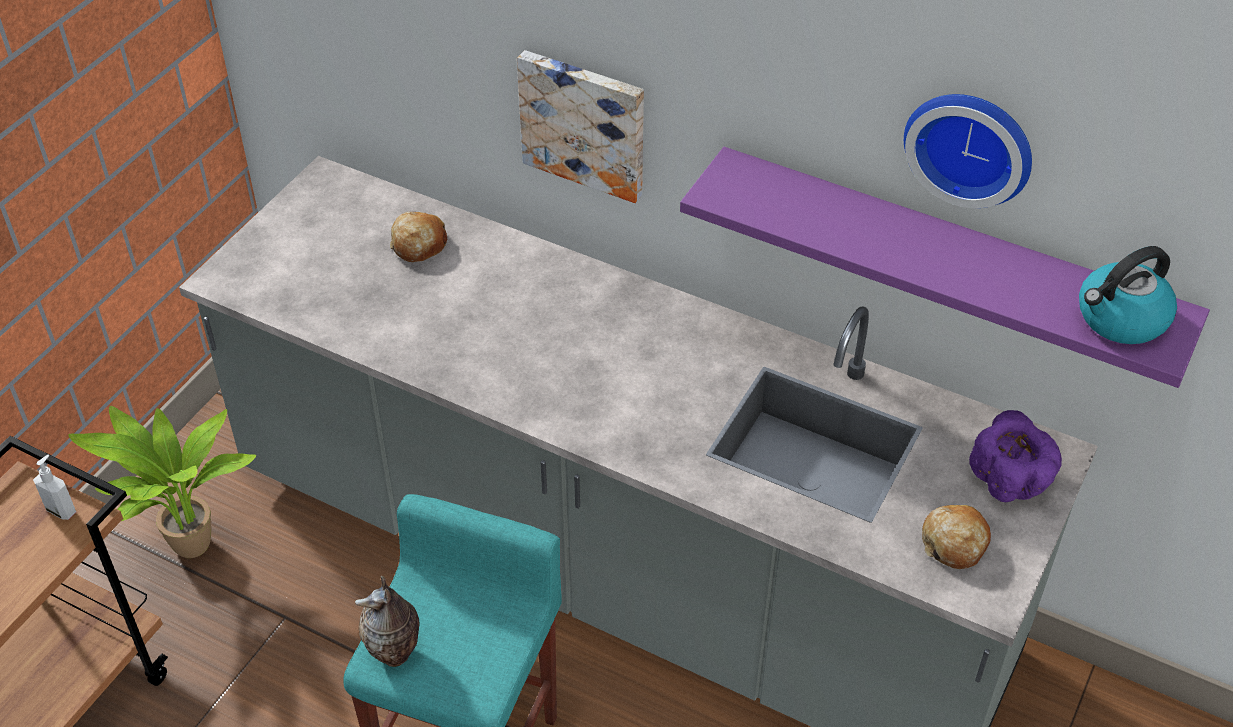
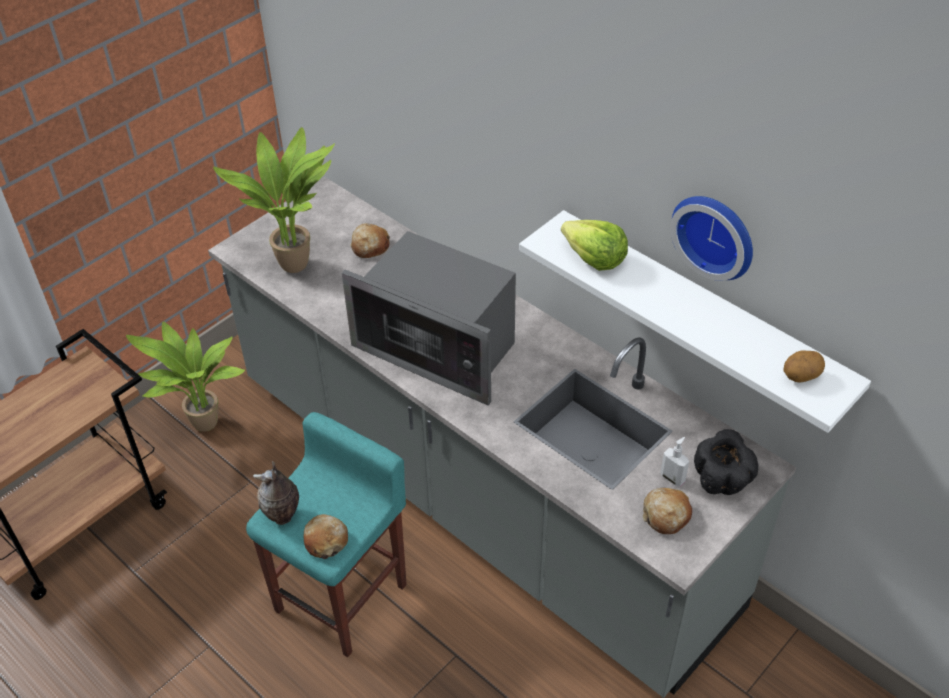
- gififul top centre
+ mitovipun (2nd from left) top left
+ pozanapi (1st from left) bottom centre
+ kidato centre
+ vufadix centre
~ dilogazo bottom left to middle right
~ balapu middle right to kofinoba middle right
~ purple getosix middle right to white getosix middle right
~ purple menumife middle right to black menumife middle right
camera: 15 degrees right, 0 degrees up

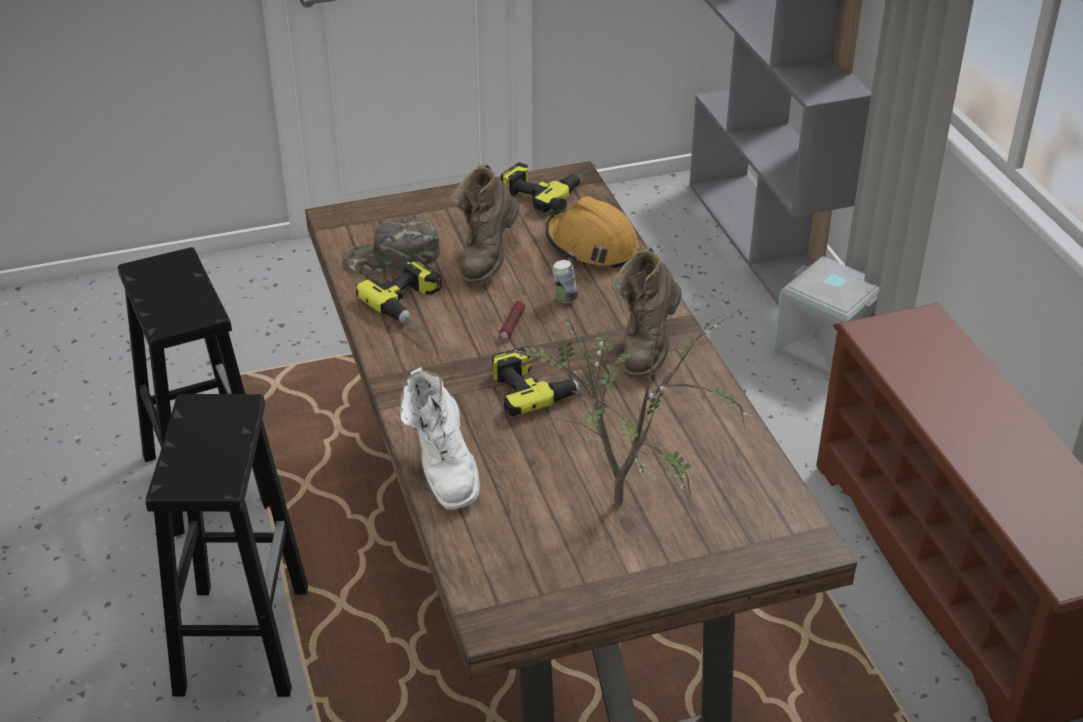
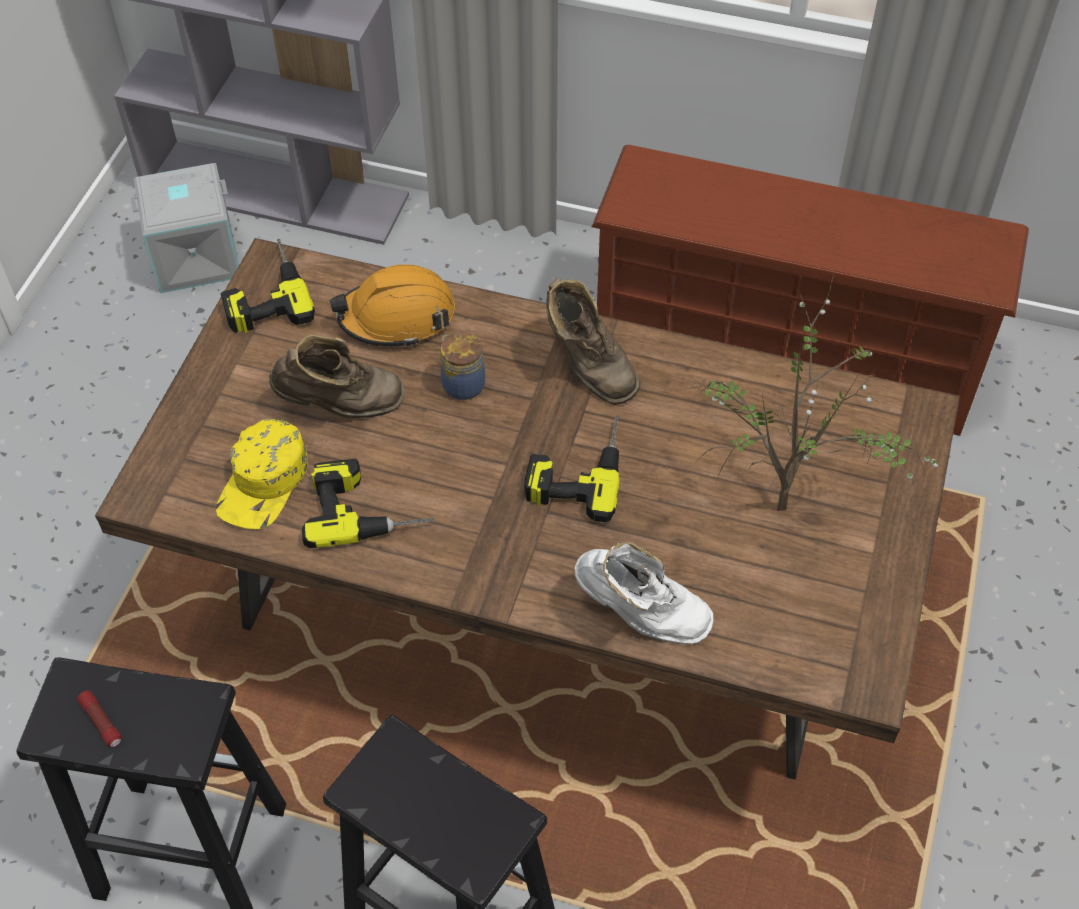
~ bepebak centre to bottom left
~ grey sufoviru middle right to top left
~ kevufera centre to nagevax centre
~ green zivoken centre to yellow zivoken middle left
~ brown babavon (1st from left) top centre = middle left 60 degrees counterclockwise
camera: 55 degrees left, 15 degrees up

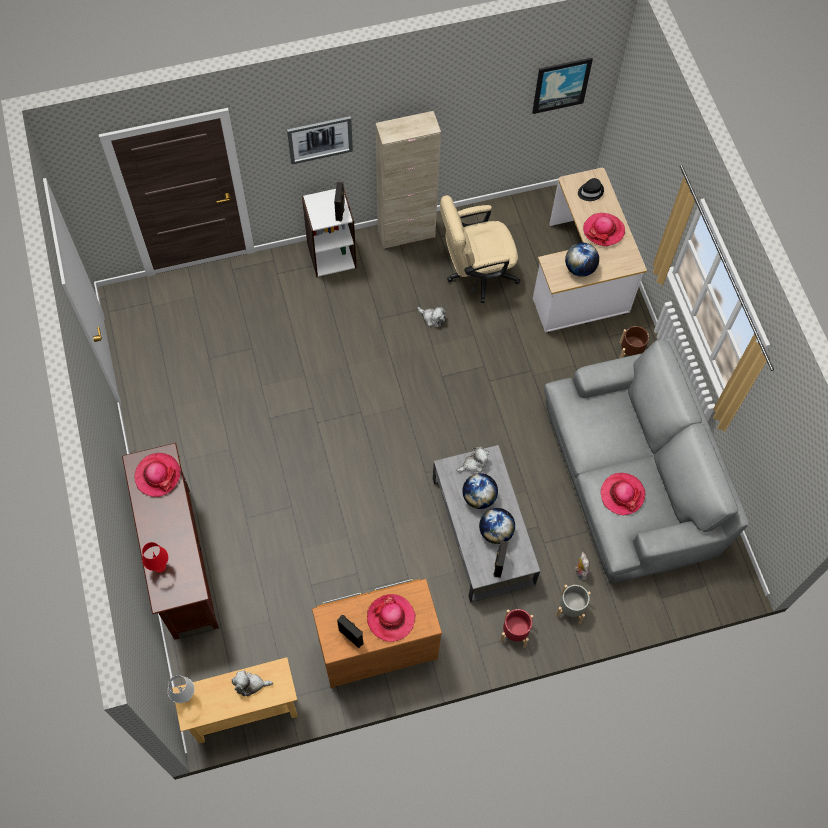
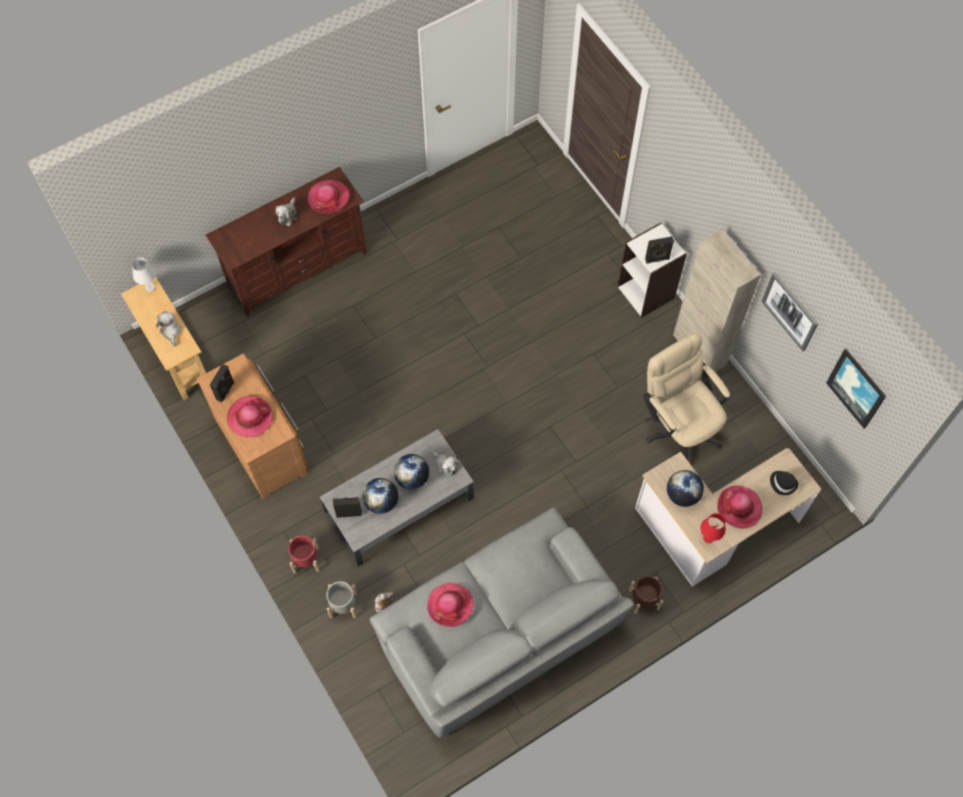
~ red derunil bottom left to middle right
~ gififul (1st from left) top centre to middle right
~ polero (2nd from left) centre to top left
camera: 75 degrees right, 0 degrees up

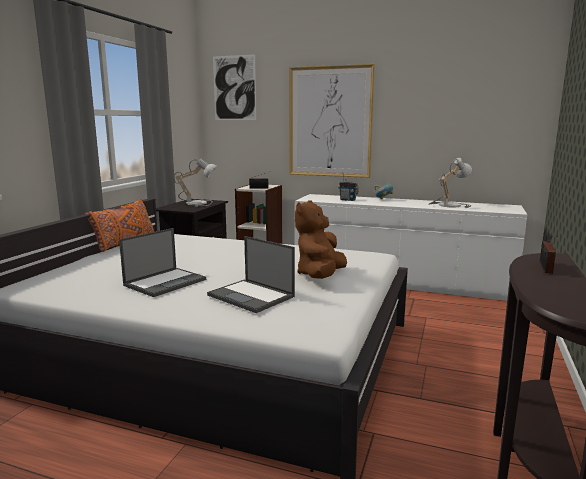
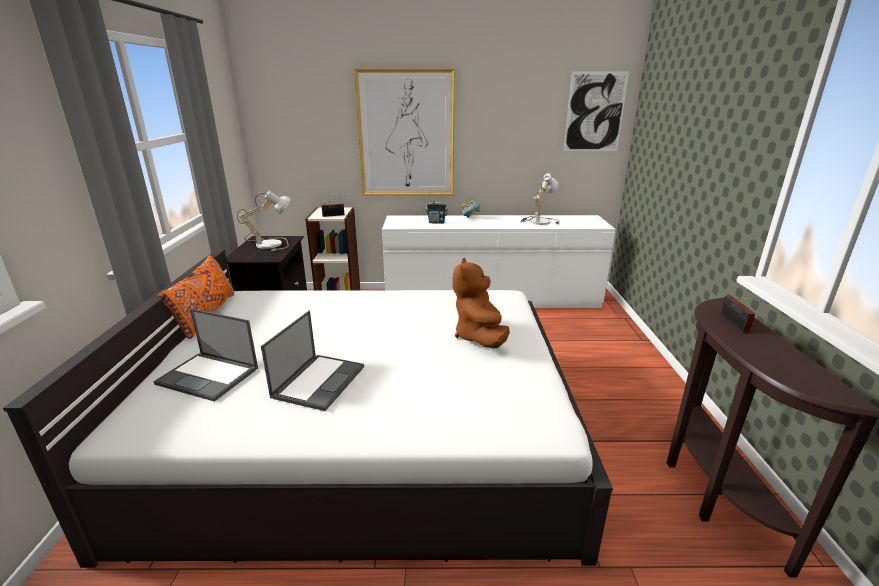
~ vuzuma (2nd from left in the first image) centre to vuzuma (1st from left) middle left
~ gififul (1st from left in the first image) top centre to gififul (2nd from left) top right
camera: 20 degrees left, 10 degrees up

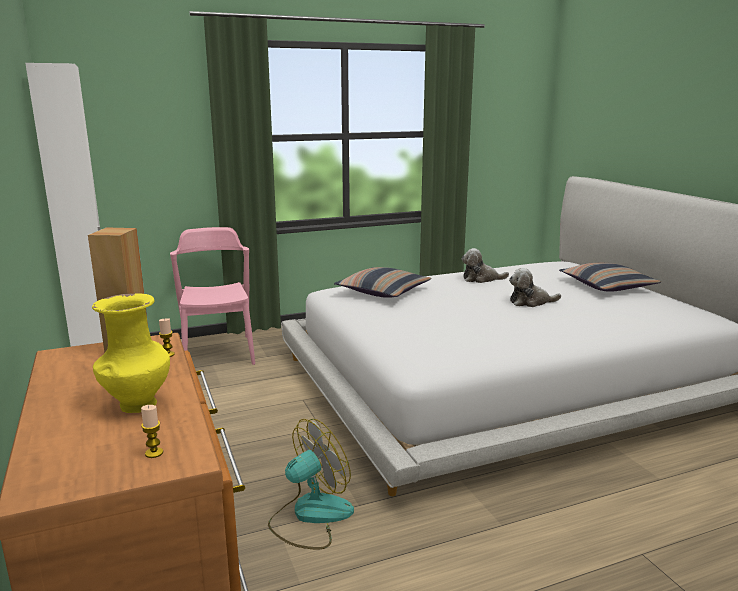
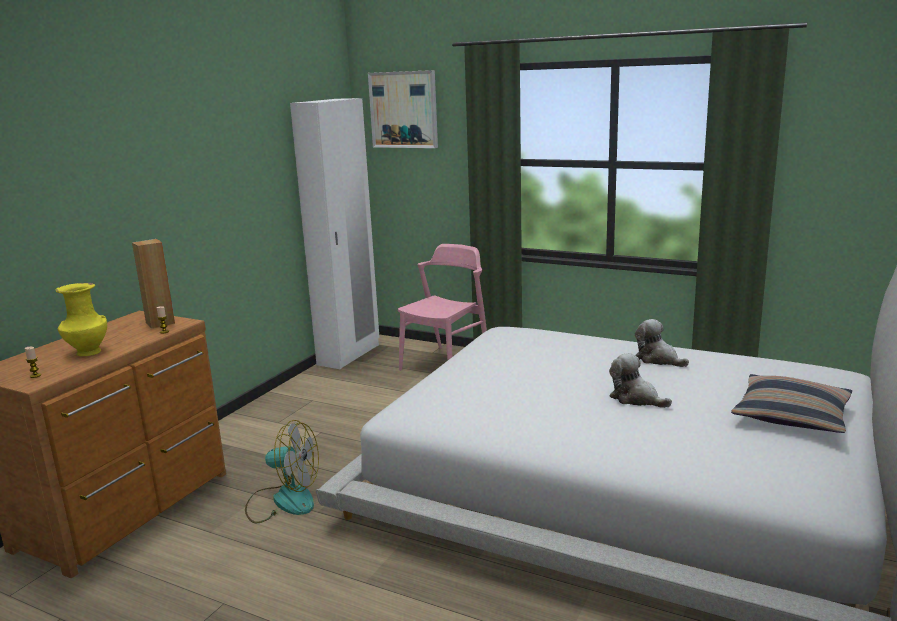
- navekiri (1st from left) centre
+ gififul top centre
camera: 50 degrees right, 0 degrees up

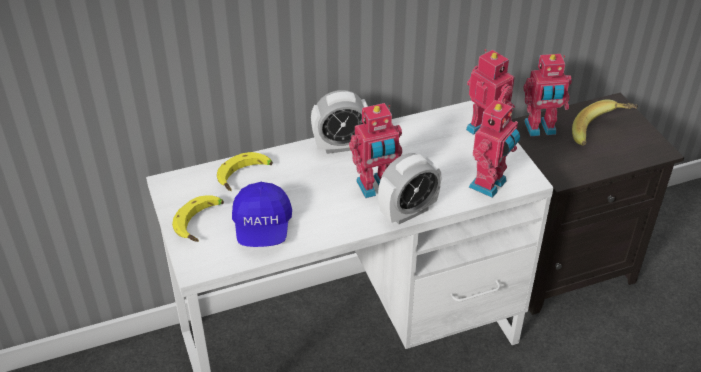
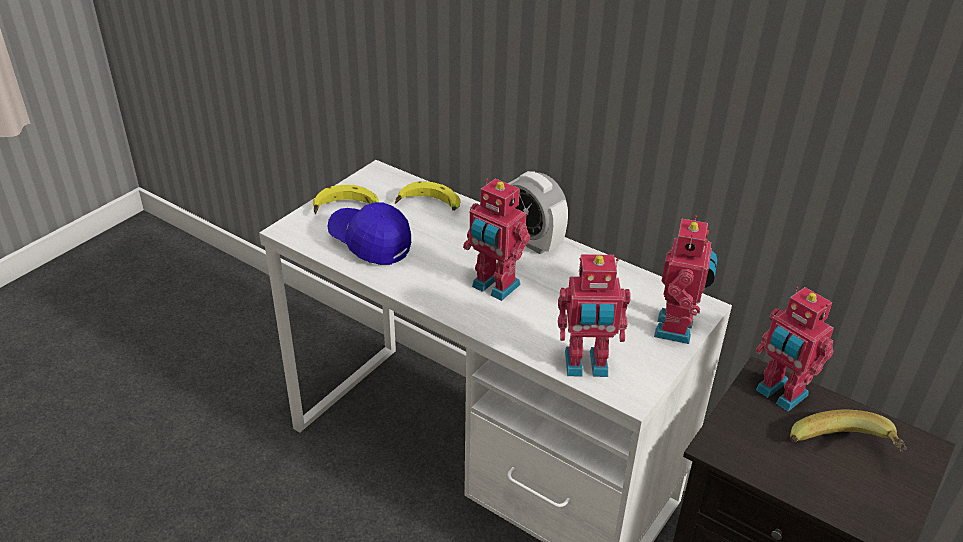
- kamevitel (2nd from left) centre
~ blue zivoken centre = centre 75 degrees clockwise
camera: 55 degrees right, 5 degrees down

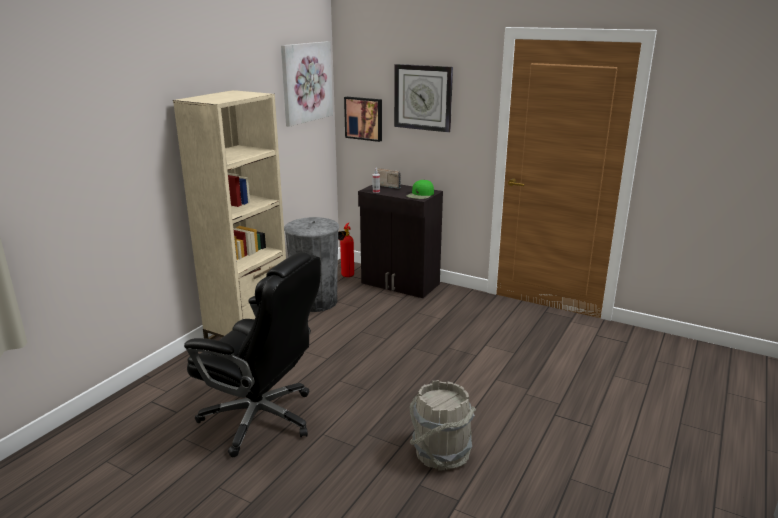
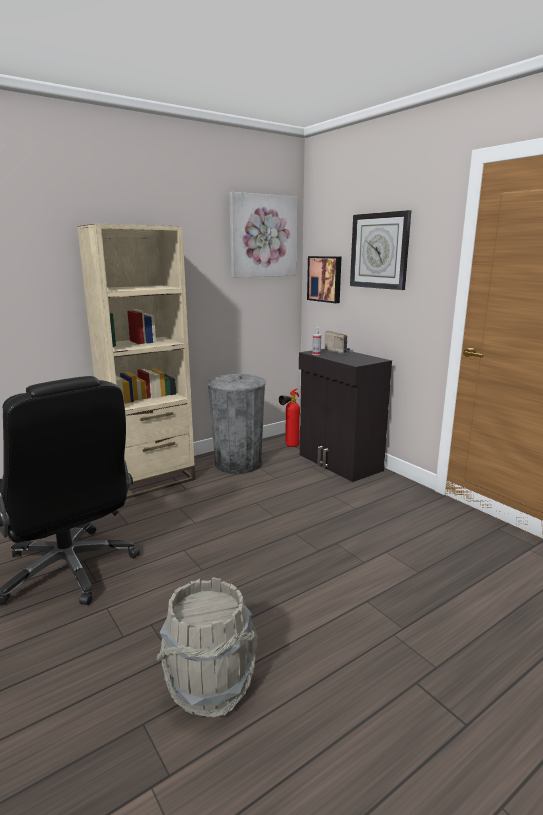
- green zivoken centre
camera: 25 degrees right, 5 degrees down

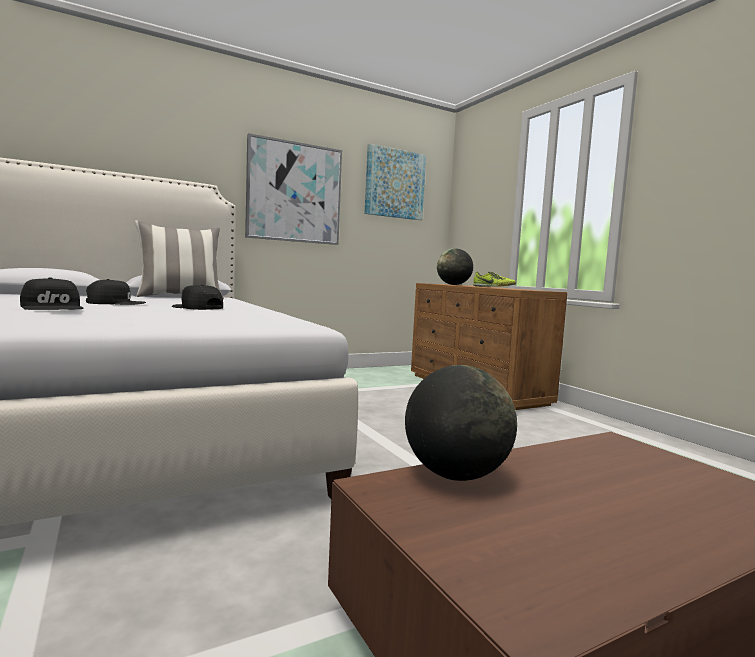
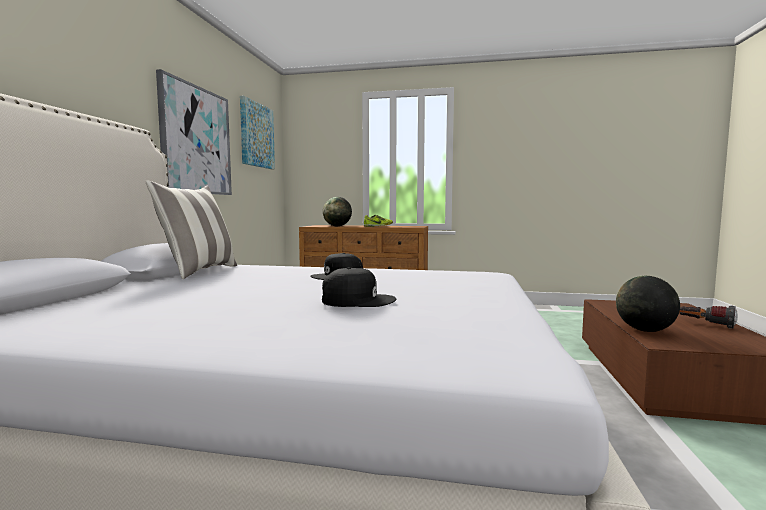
- black zivoken (2nd from left) middle left
+ bepebak middle right
camera: 50 degrees left, 0 degrees up

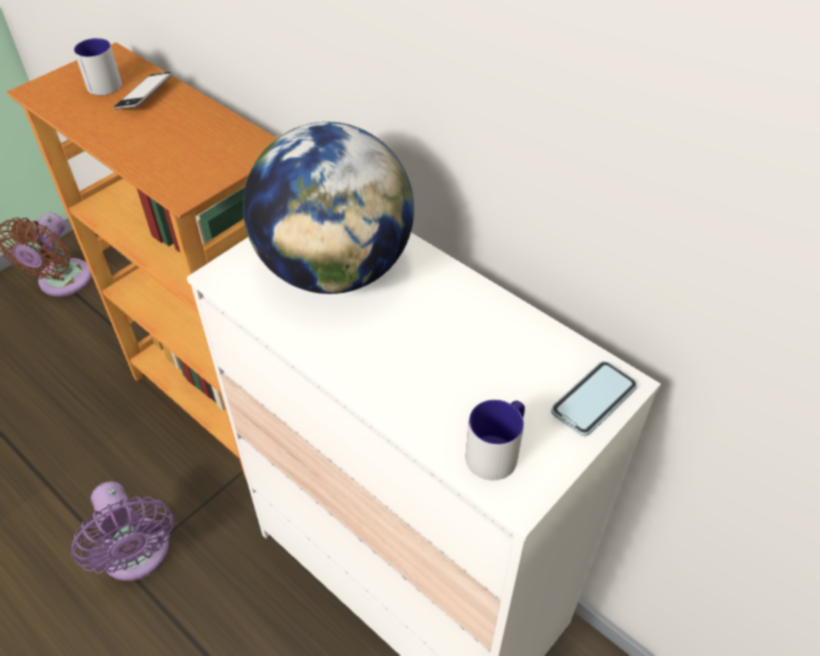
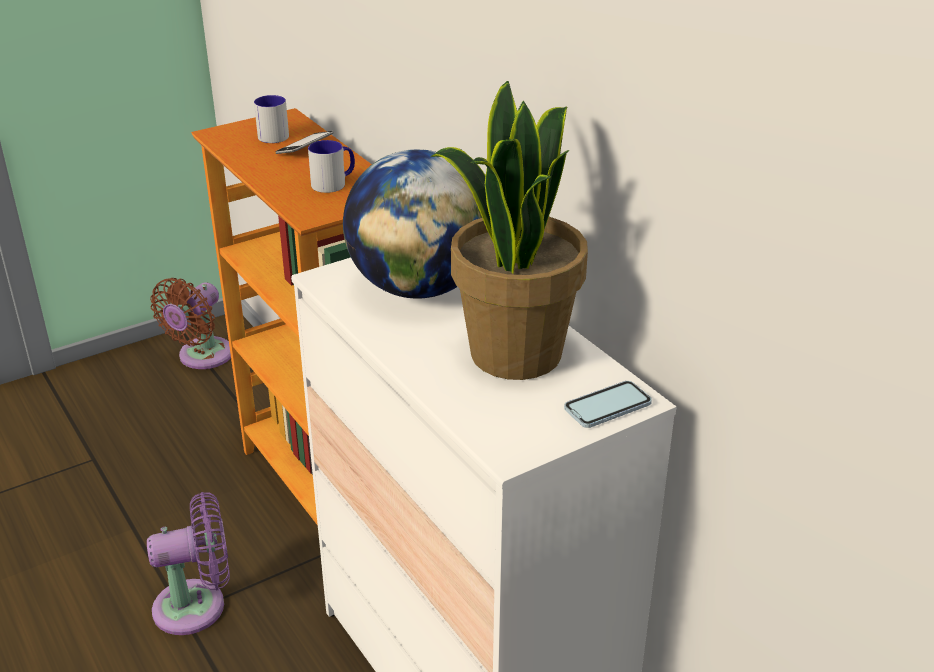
+ mitovipun centre
~ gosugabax (2nd from left) bottom centre to top centre
~ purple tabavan bottom left = bottom left 90 degrees counterclockwise
camera: 15 degrees right, 15 degrees down

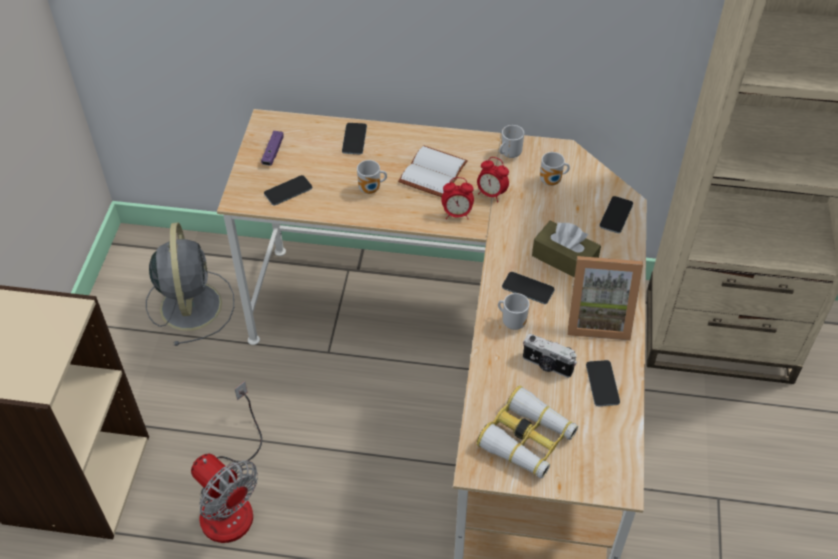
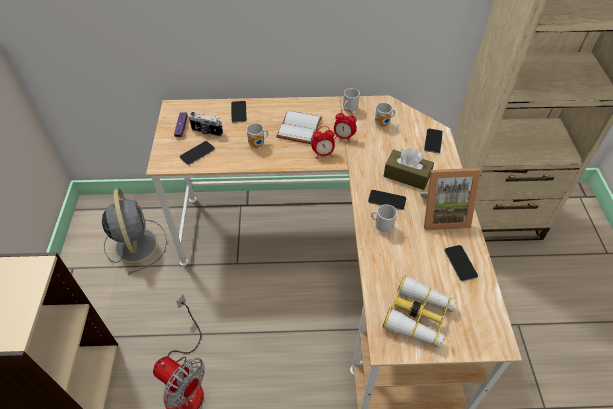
~ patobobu centre to top centre
camera: 10 degrees left, 0 degrees up

